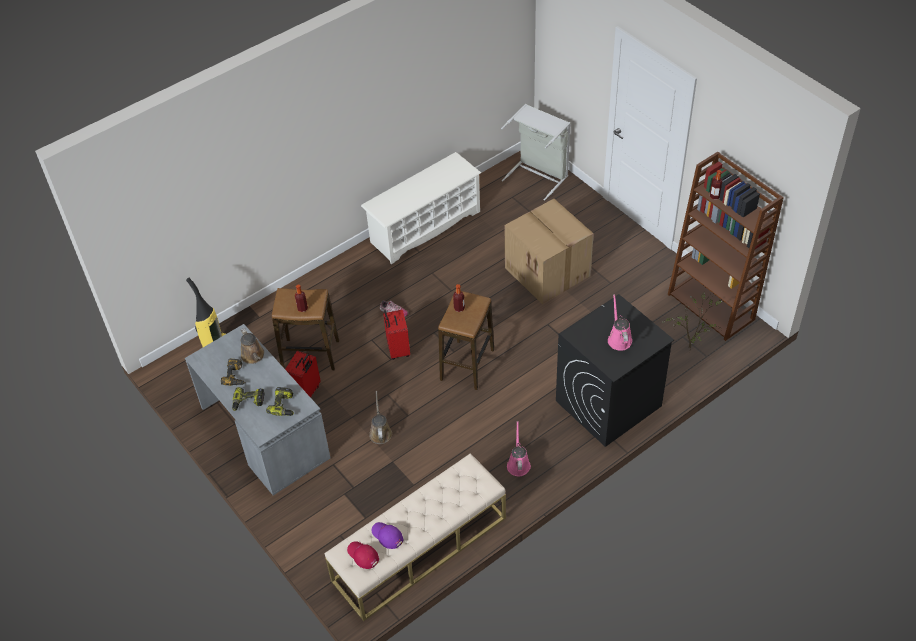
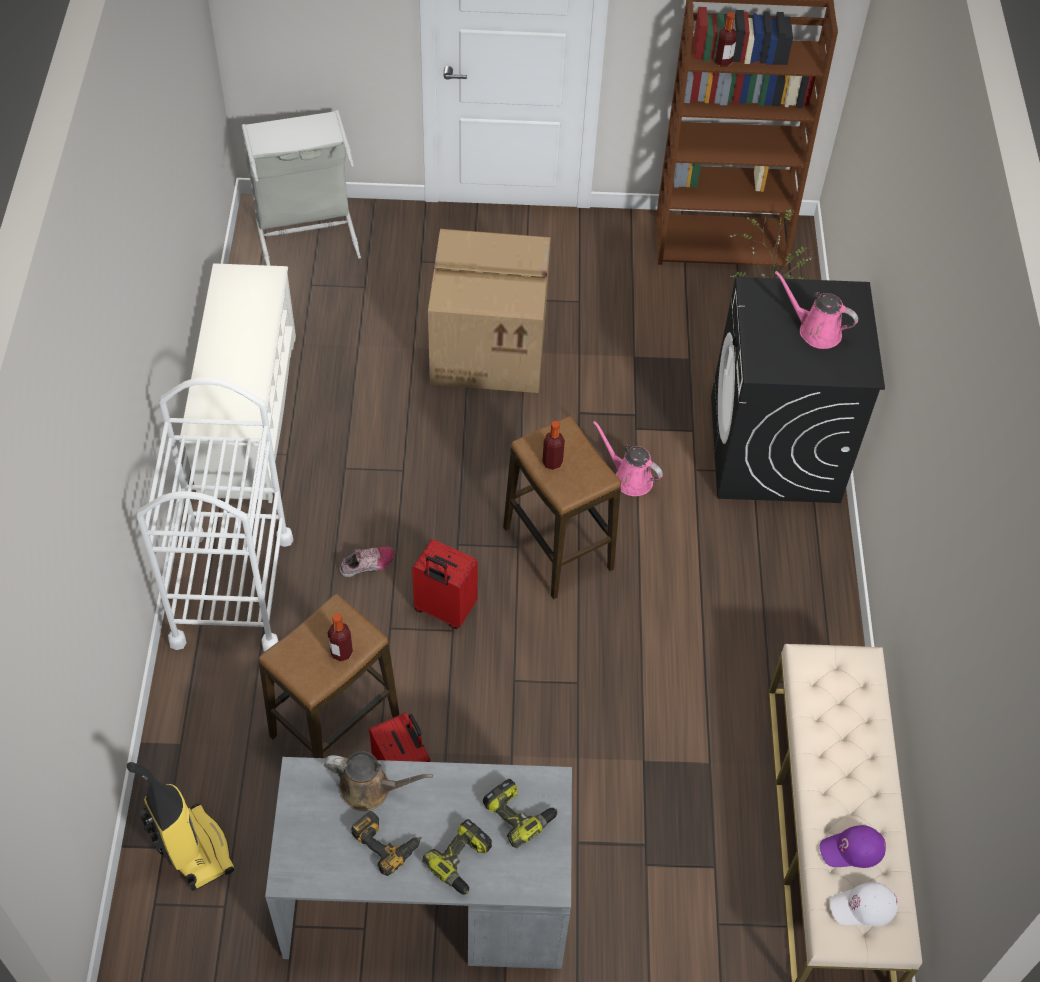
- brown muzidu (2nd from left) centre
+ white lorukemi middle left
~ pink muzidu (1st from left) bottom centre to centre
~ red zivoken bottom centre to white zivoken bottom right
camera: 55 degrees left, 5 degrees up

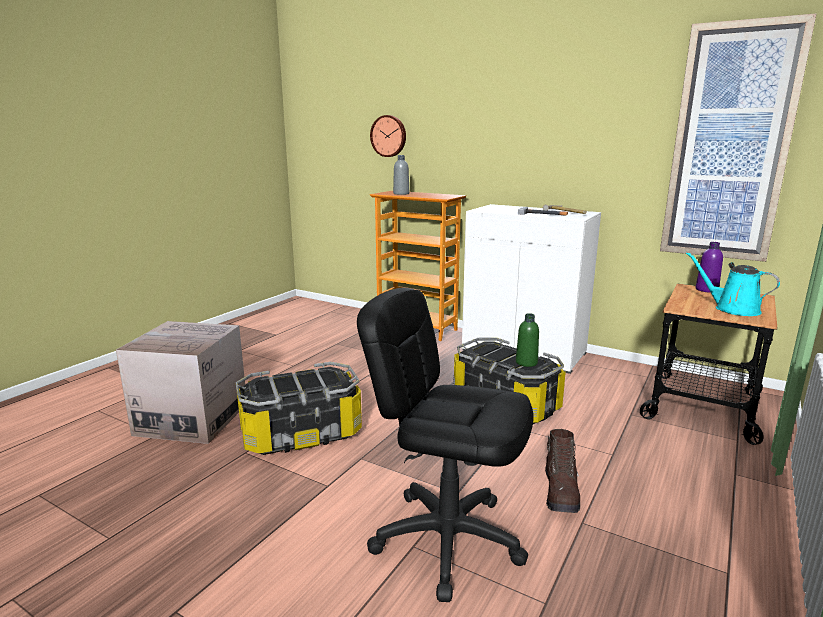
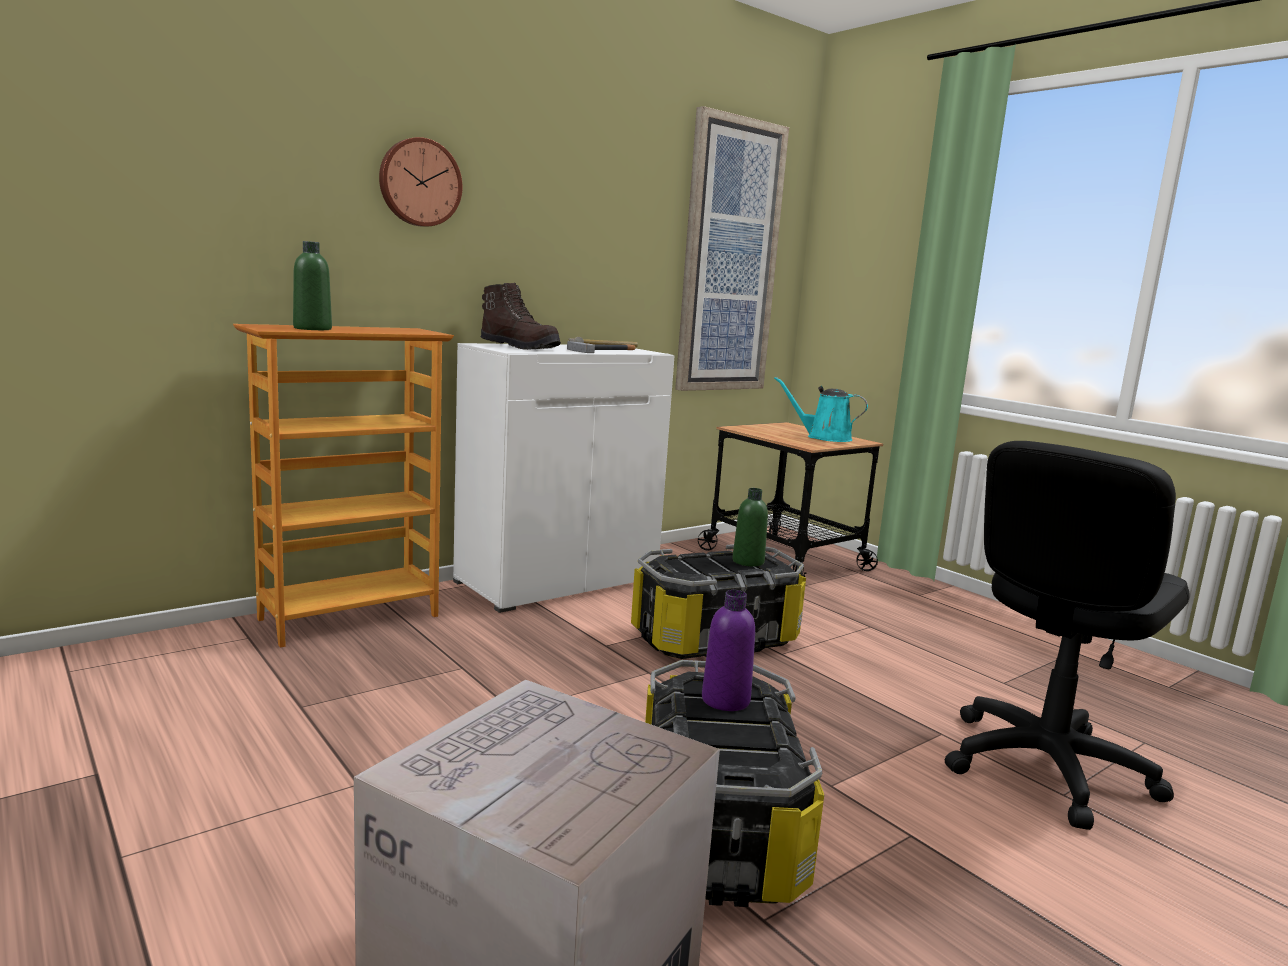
~ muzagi top centre to top left
~ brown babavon bottom right to top centre
~ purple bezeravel middle right to bottom centre
~ grey bezeravel top centre to green bezeravel (1st from left) top left
~ turquoise muzidu middle right = centre 45 degrees clockwise
camera: 70 degrees left, 5 degrees down

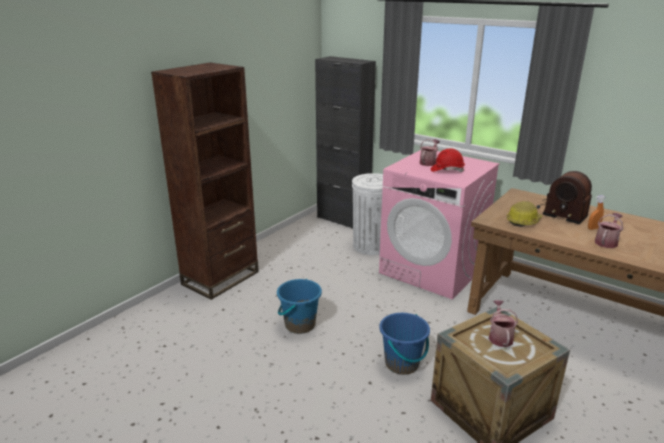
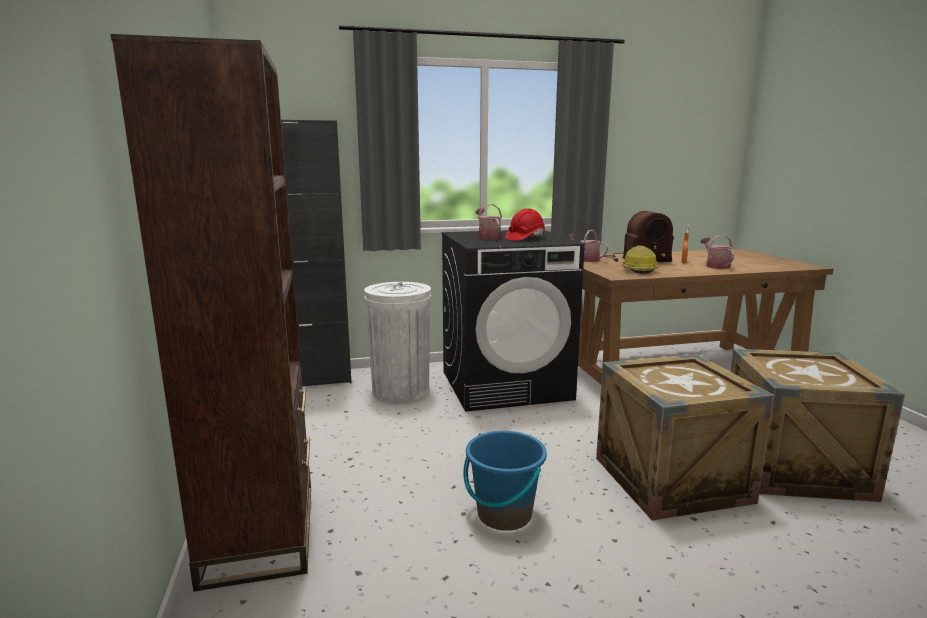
~ muzidu (2nd from left) bottom right to centre
~ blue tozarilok (2nd from left) bottom centre to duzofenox (1st from left) bottom right
~ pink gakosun centre to black gakosun centre
camera: 50 degrees left, 10 degrees down

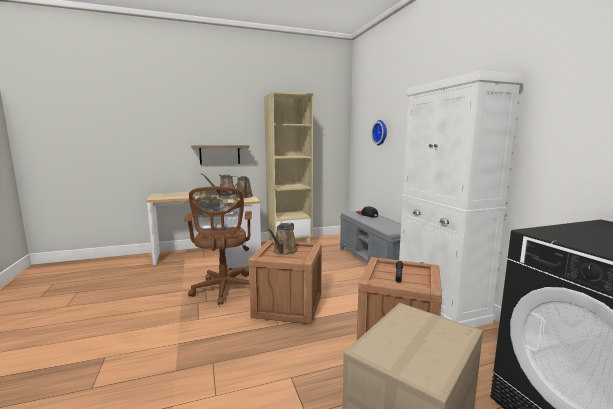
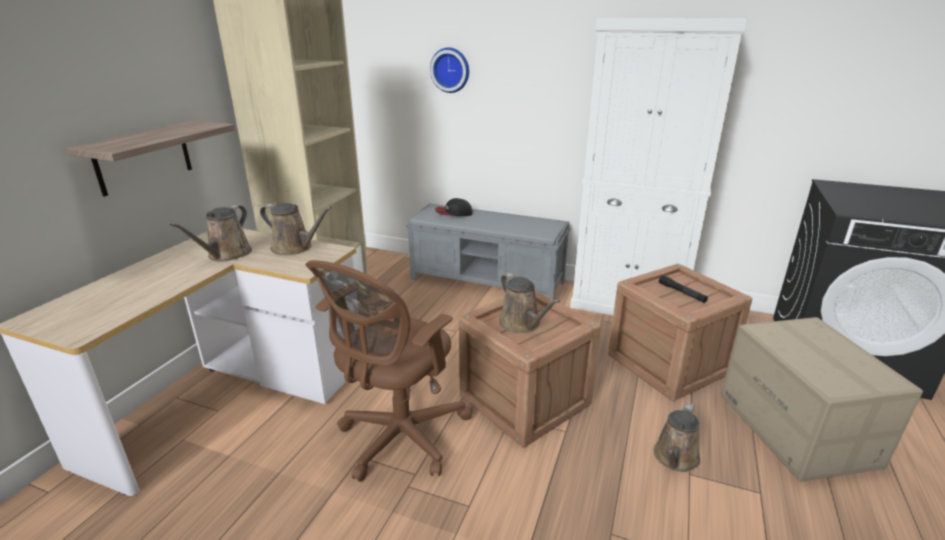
+ brown muzidu (4th from left) bottom right
~ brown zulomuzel centre = bottom centre 90 degrees clockwise
camera: 50 degrees left, 15 degrees up

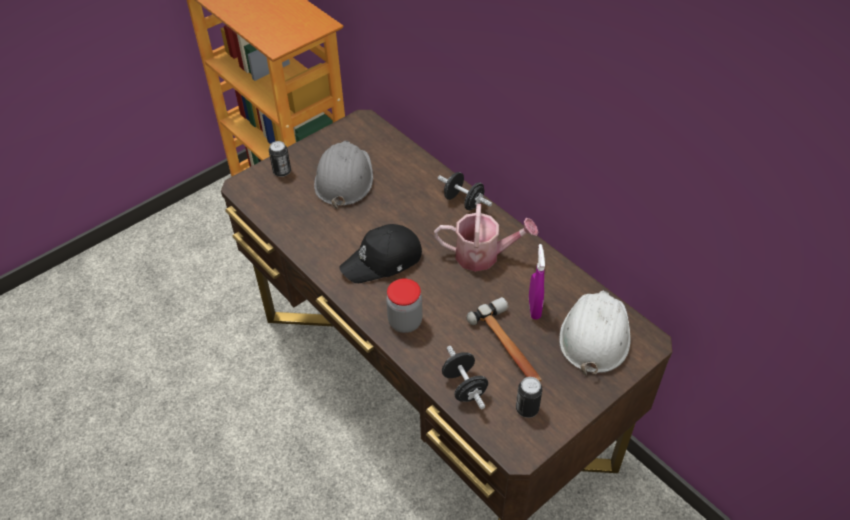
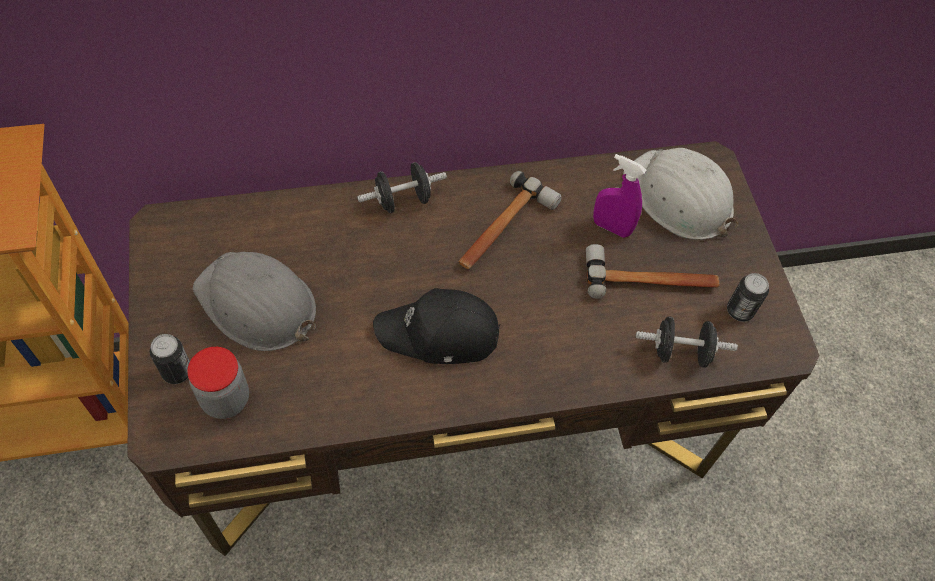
~ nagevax centre to middle left
~ muzidu centre to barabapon (1st from left) centre
~ black zivoken centre = centre 90 degrees clockwise
camera: 65 degrees left, 10 degrees up

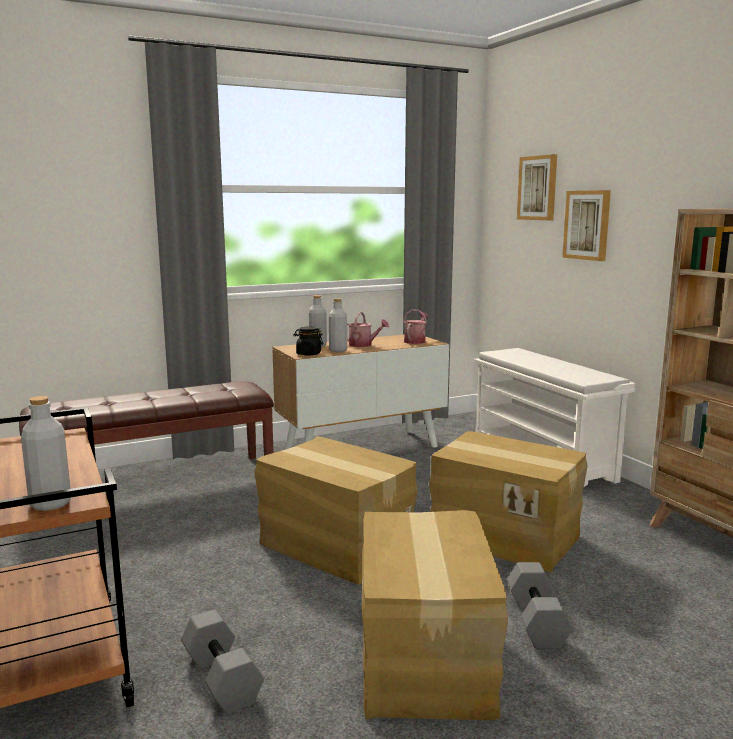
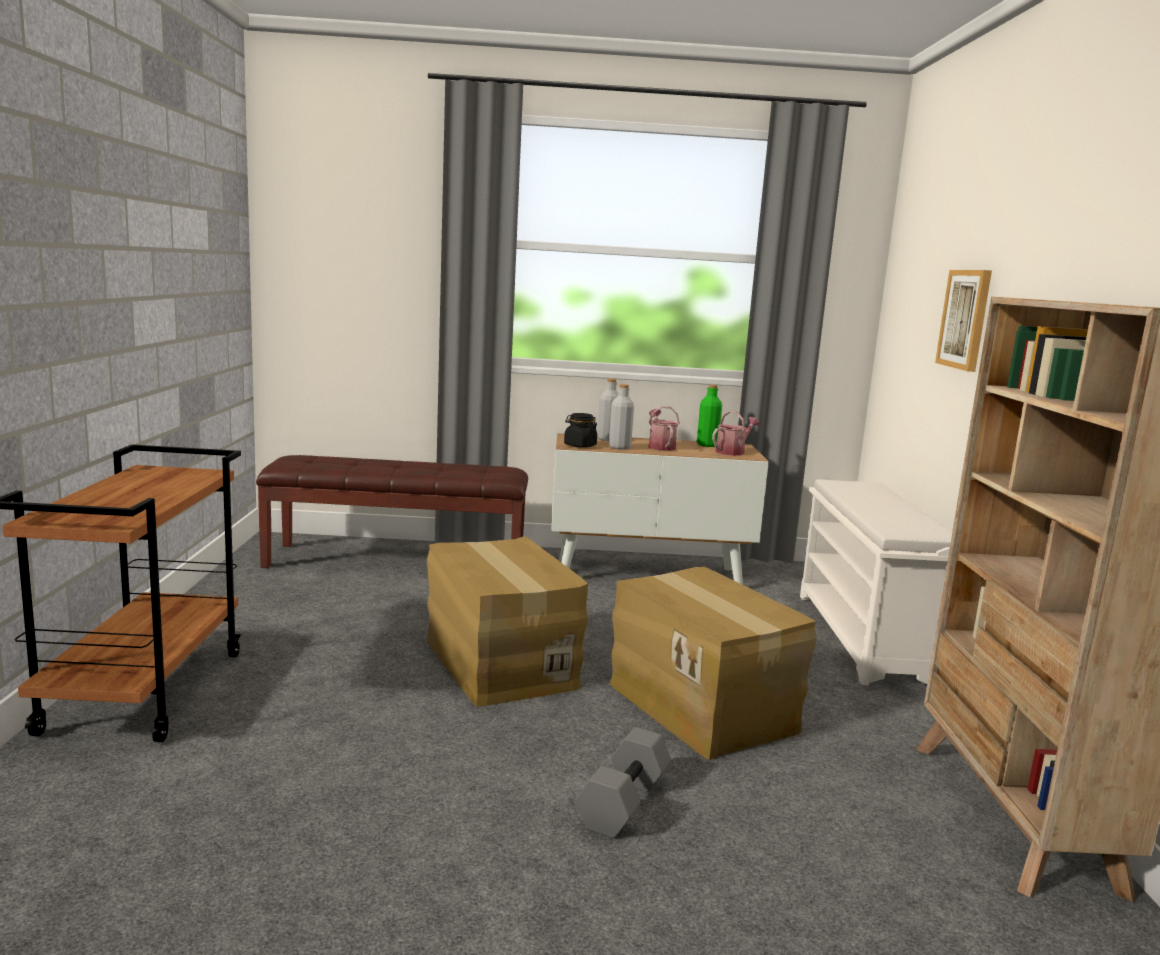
- grey bezeravel (1st from left) middle left
- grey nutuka (1st from left) bottom left
- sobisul (2nd from left) bottom centre
- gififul (1st from left) top right
+ green bezeravel centre
~ muzidu (1st from left) centre = centre 150 degrees counterclockwise
camera: 25 degrees right, 0 degrees up

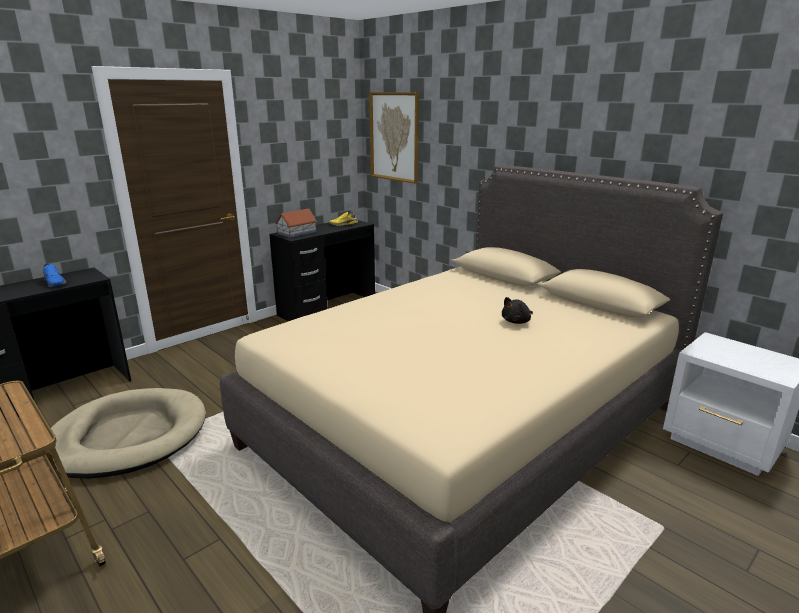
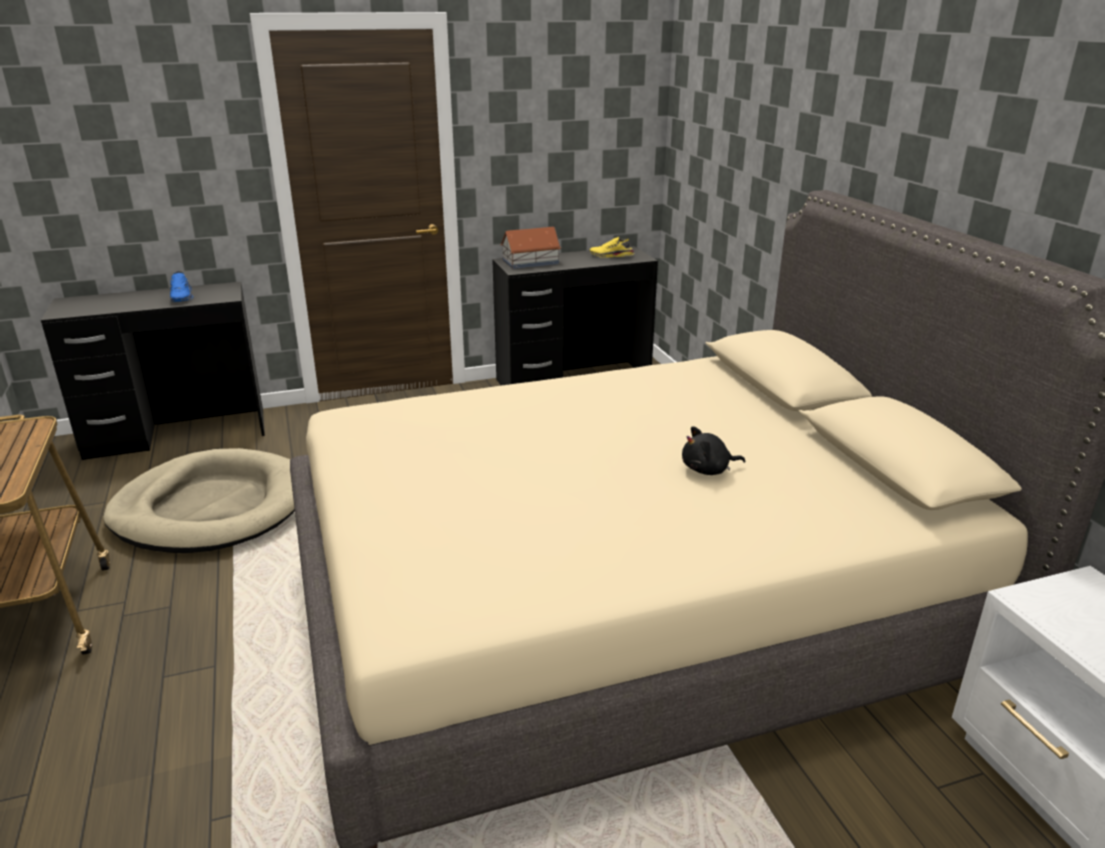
- gififul top centre
camera: 25 degrees right, 5 degrees up

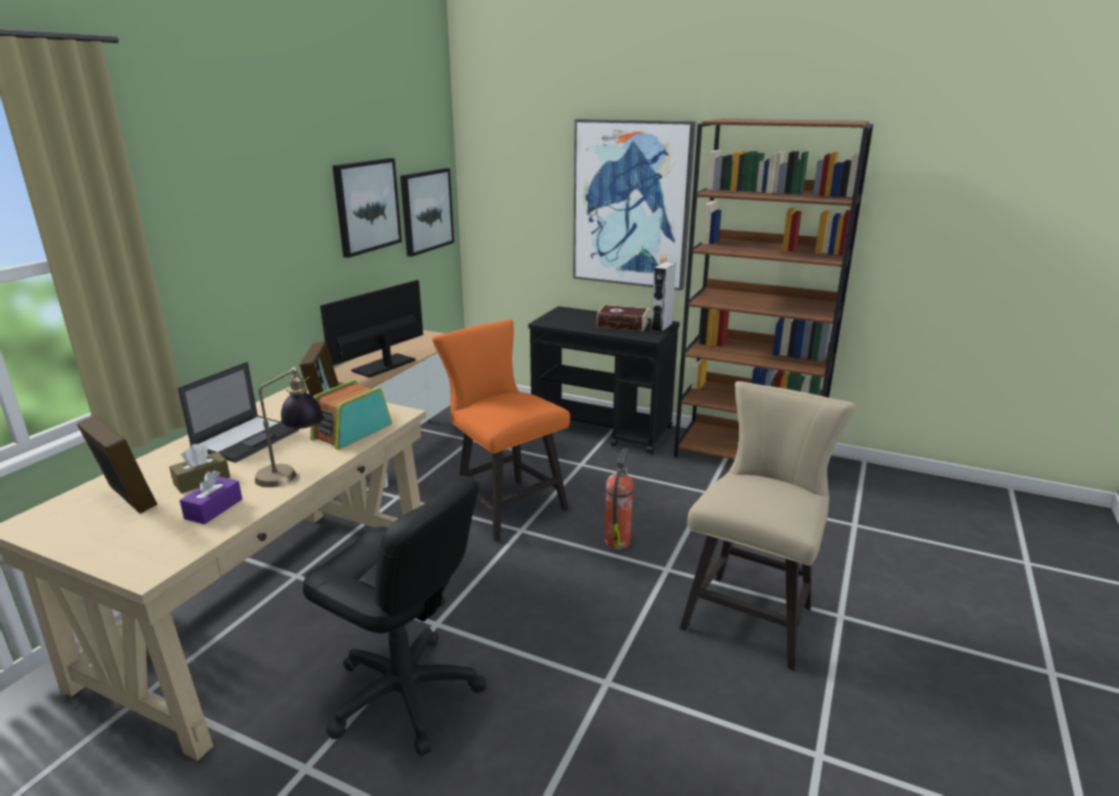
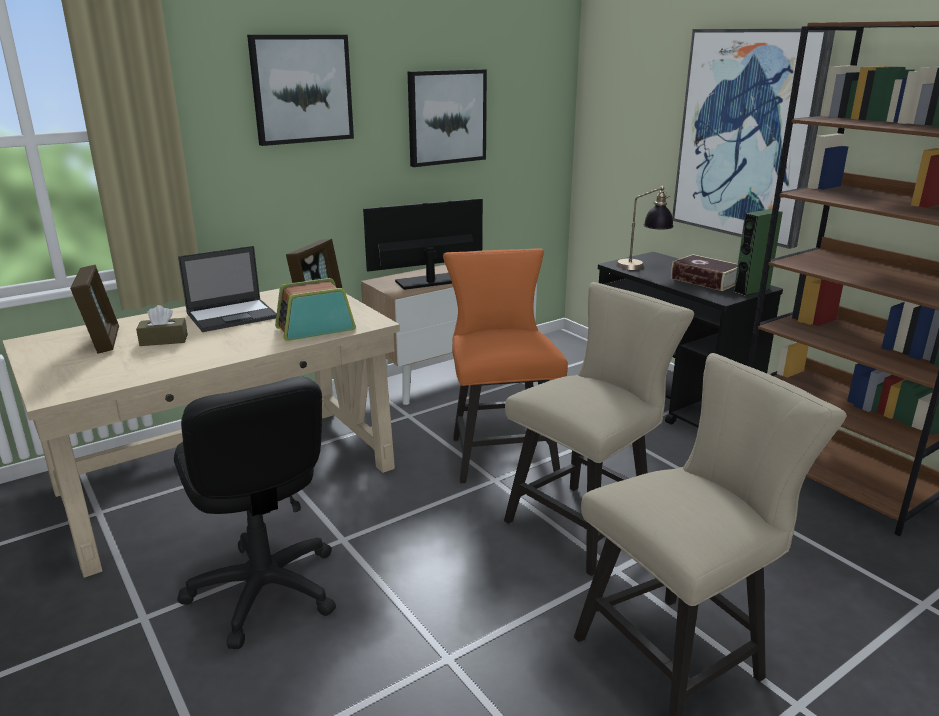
- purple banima middle left
~ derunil middle left to top right
~ gififul (2nd from left in the first image) top centre to gififul (1st from left) top left
~ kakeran centre to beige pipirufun (1st from left) centre
~ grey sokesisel centre to green sokesisel middle right
camera: 30 degrees right, 0 degrees up

